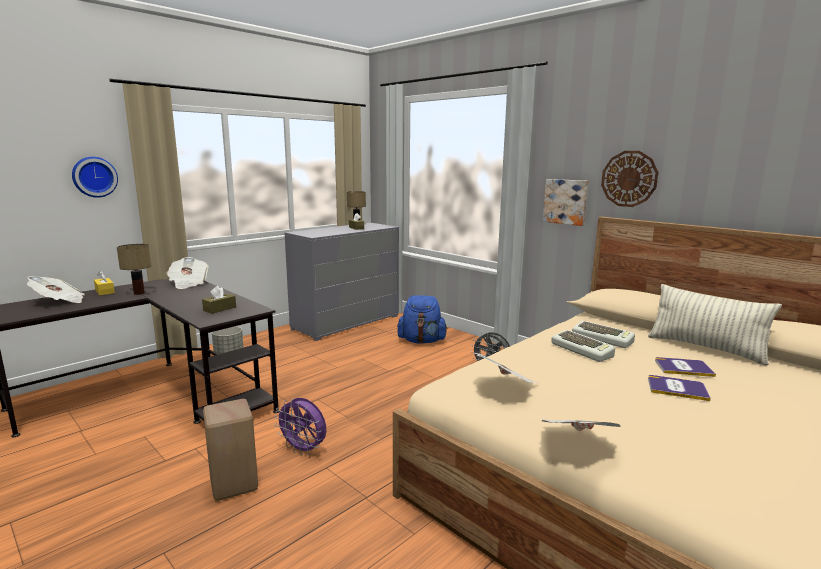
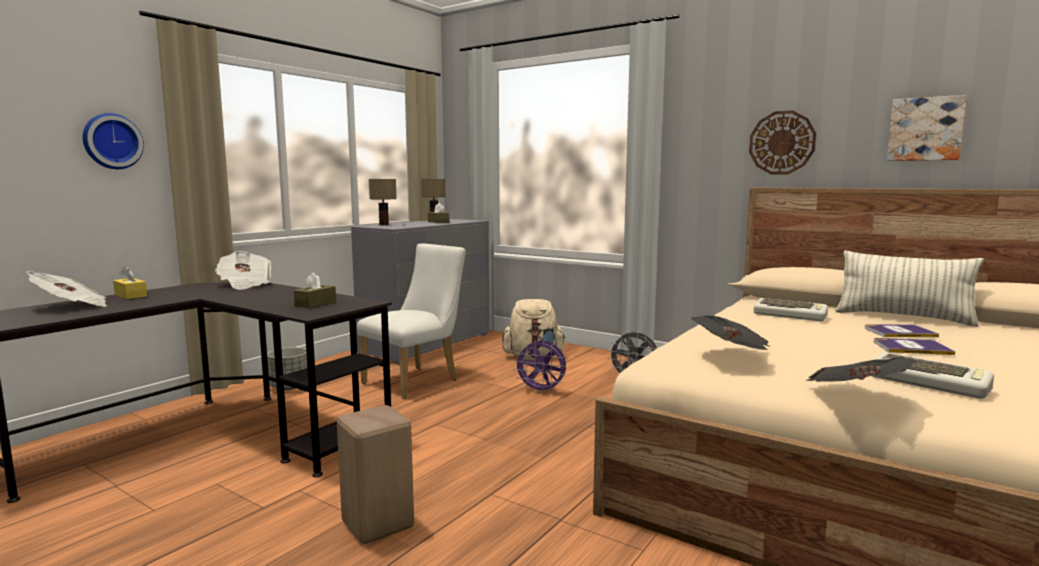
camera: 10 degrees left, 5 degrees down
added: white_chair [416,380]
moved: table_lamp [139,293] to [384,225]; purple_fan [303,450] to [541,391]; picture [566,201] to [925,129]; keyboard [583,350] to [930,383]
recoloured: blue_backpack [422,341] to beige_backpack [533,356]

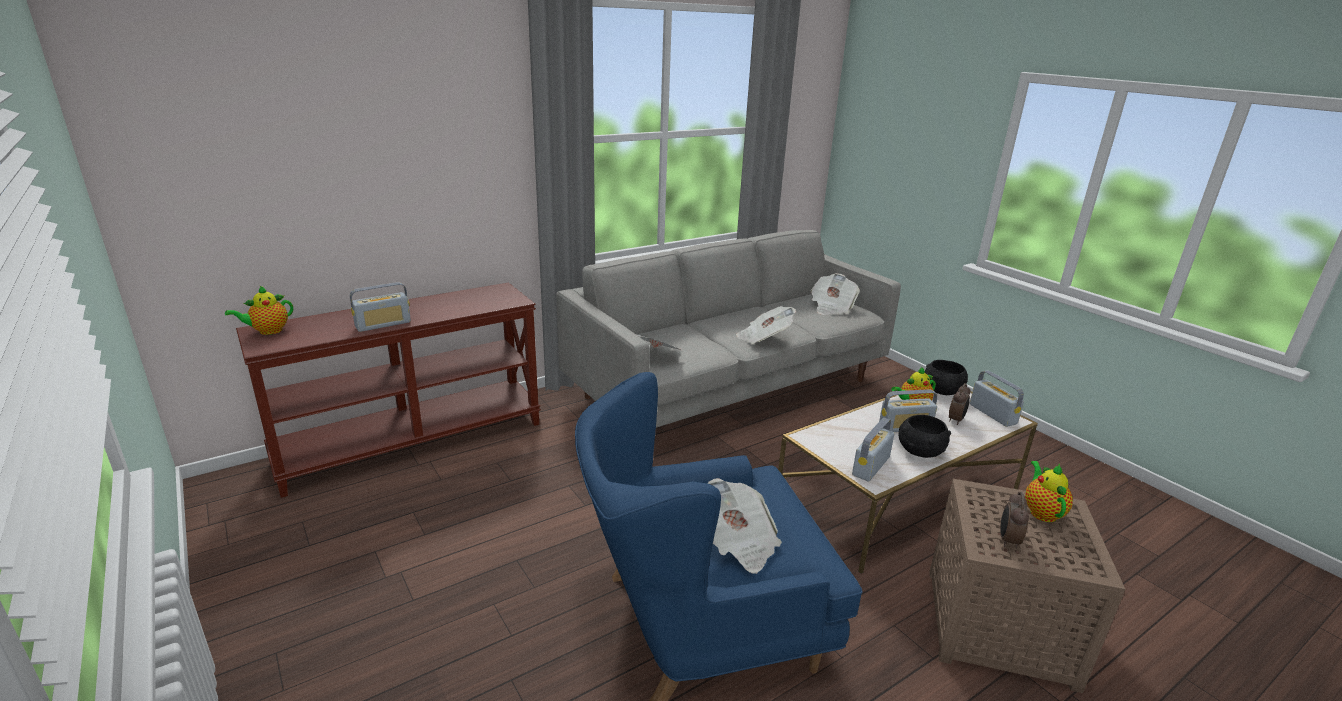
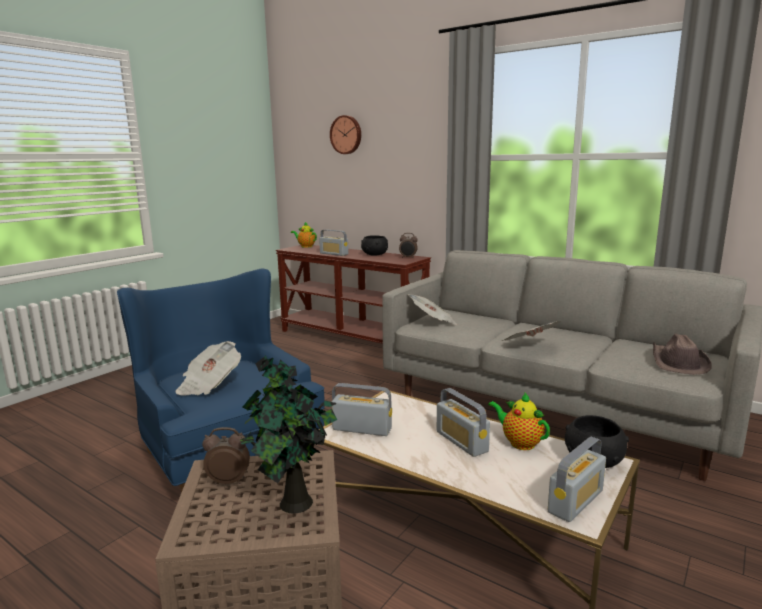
camera: 70 degrees right, 10 degrees down
added: wall_clock [346,135]
moved: black_bowl [919,451] to [374,254]; alarm_clock [956,420] to [408,257]
replaced: newspaper [831,307] to brown_hat [677,362]; teapot [1041,512] to potted_plant [293,504]

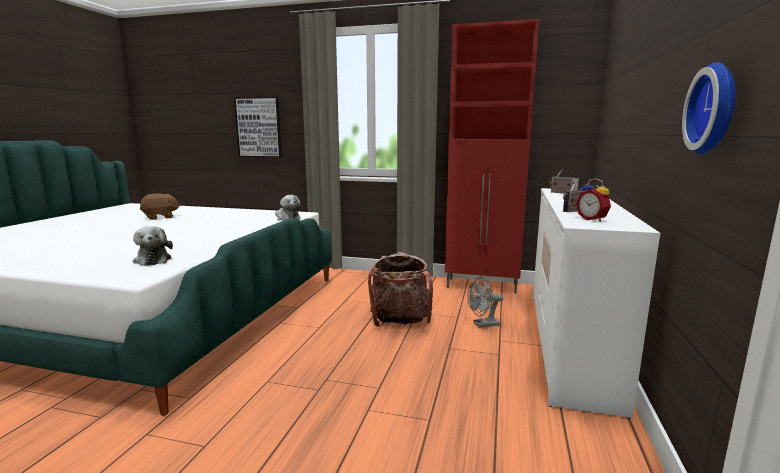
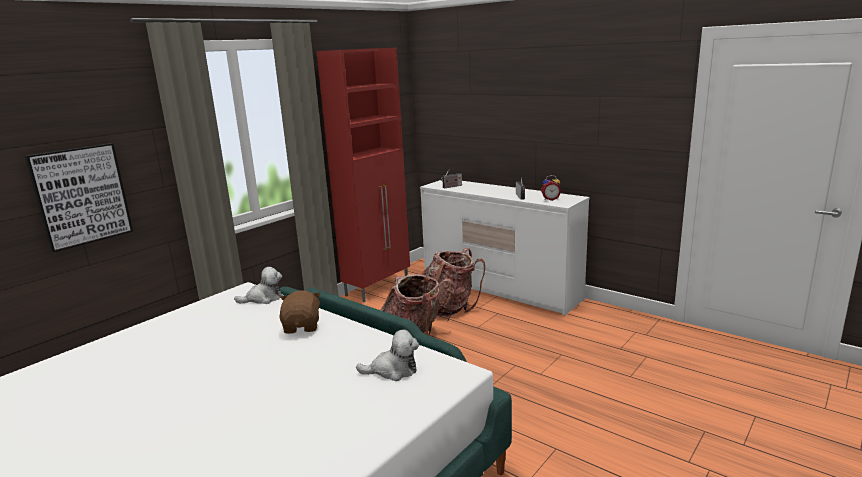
camera: 65 degrees left, 5 degrees up
removed: wall_clock [716,109]
moved: brown_plush_toy [160,217] to [302,326]
replaced: grey_fan [482,325] to backpack [450,306]

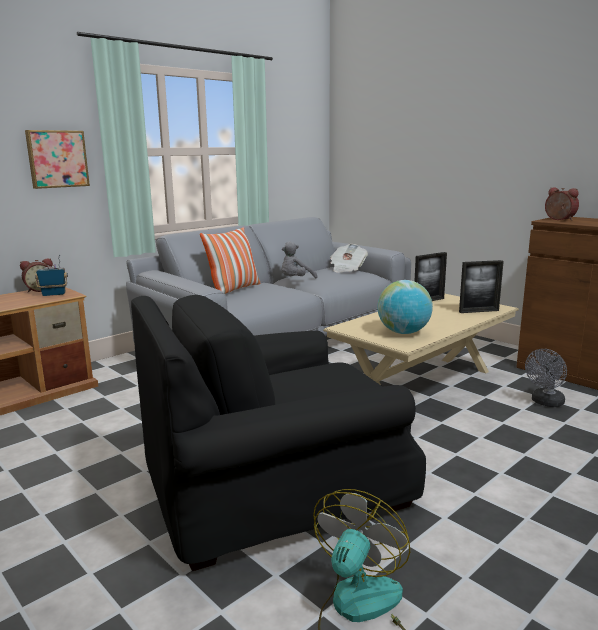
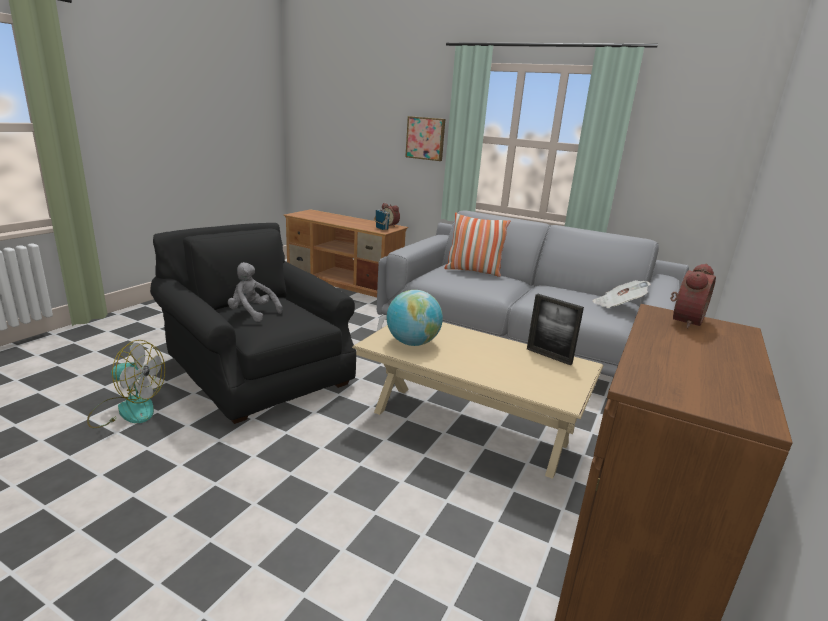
camera: 70 degrees right, 5 degrees up
removed: picture_frame [479,311]; grey_fan [545,403]
moved: grey_plush_toy [296,280] to [252,313]

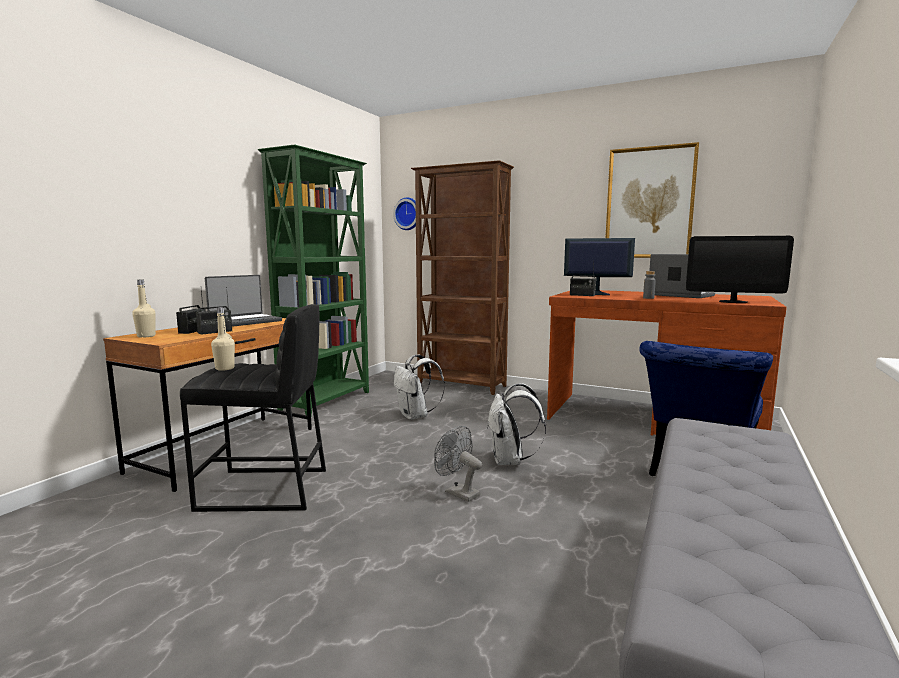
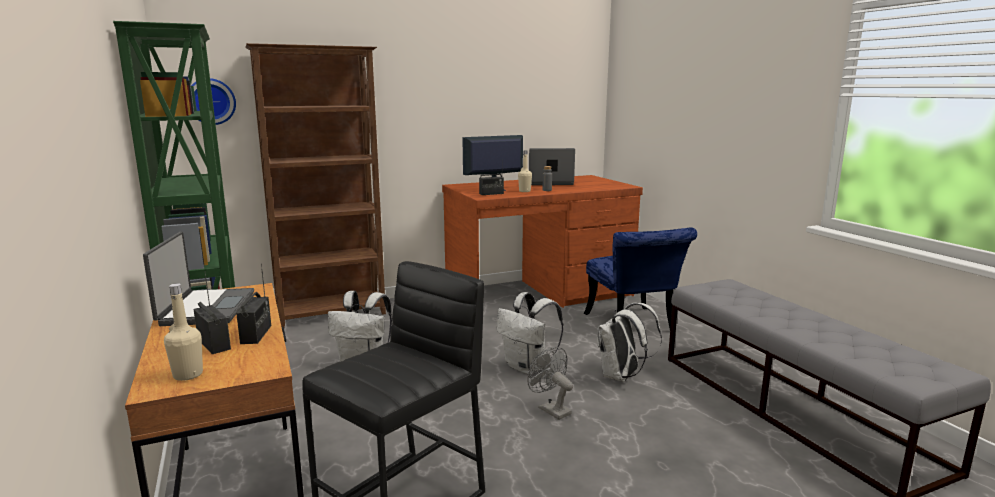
camera: 50 degrees left, 5 degrees up
removed: picture [649,203]; monitor [733,302]
added: white_backpack [621,377]
moved: beige_bottle [225,368] to [524,191]
turned: grey_fan [457,492] = [550,409] 60 degrees clockwise

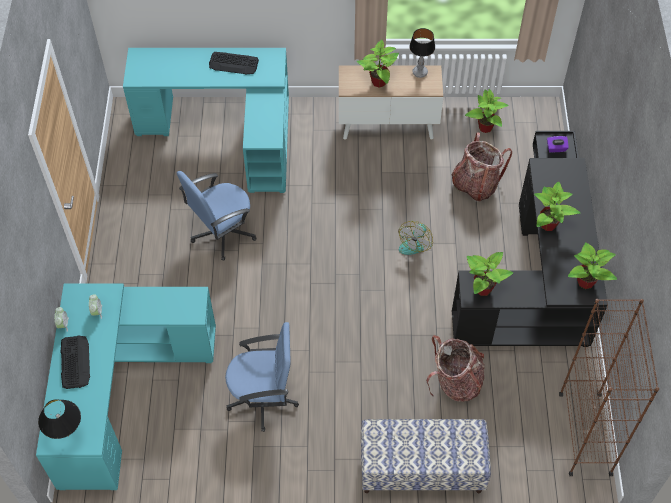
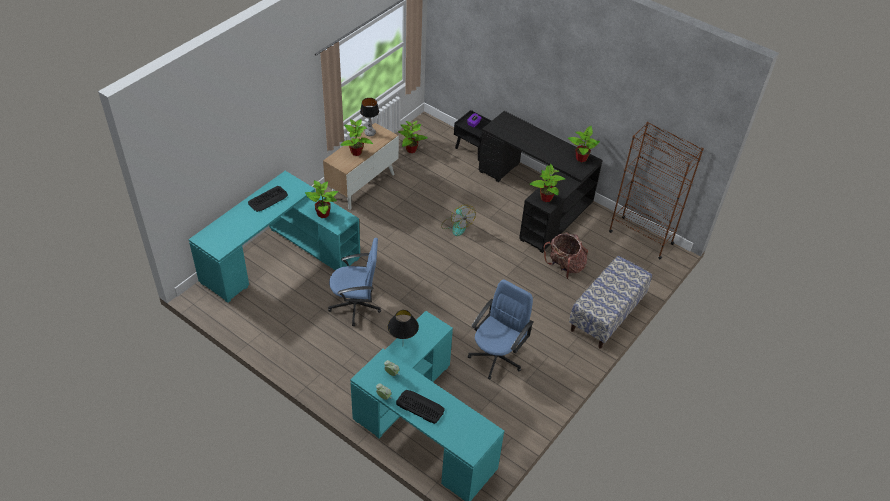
camera: 55 degrees left, 10 degrees down
removed: backpack [475,184]
moved: black_table_lamp [68,436] to [402,346]; potted_plant [548,225] to [323,214]
turned: blue_office_chair [222,233] = [356,305] 90 degrees counterclockwise

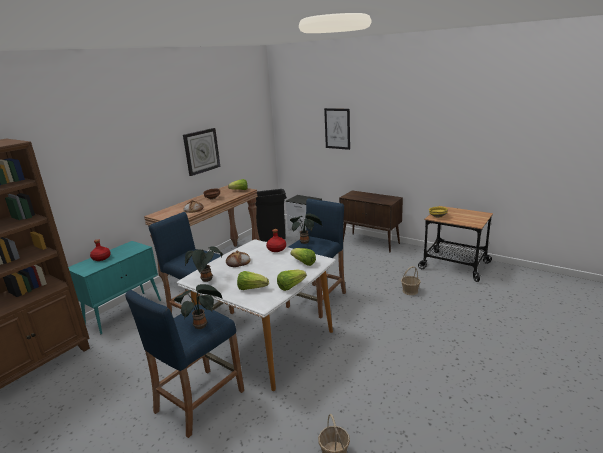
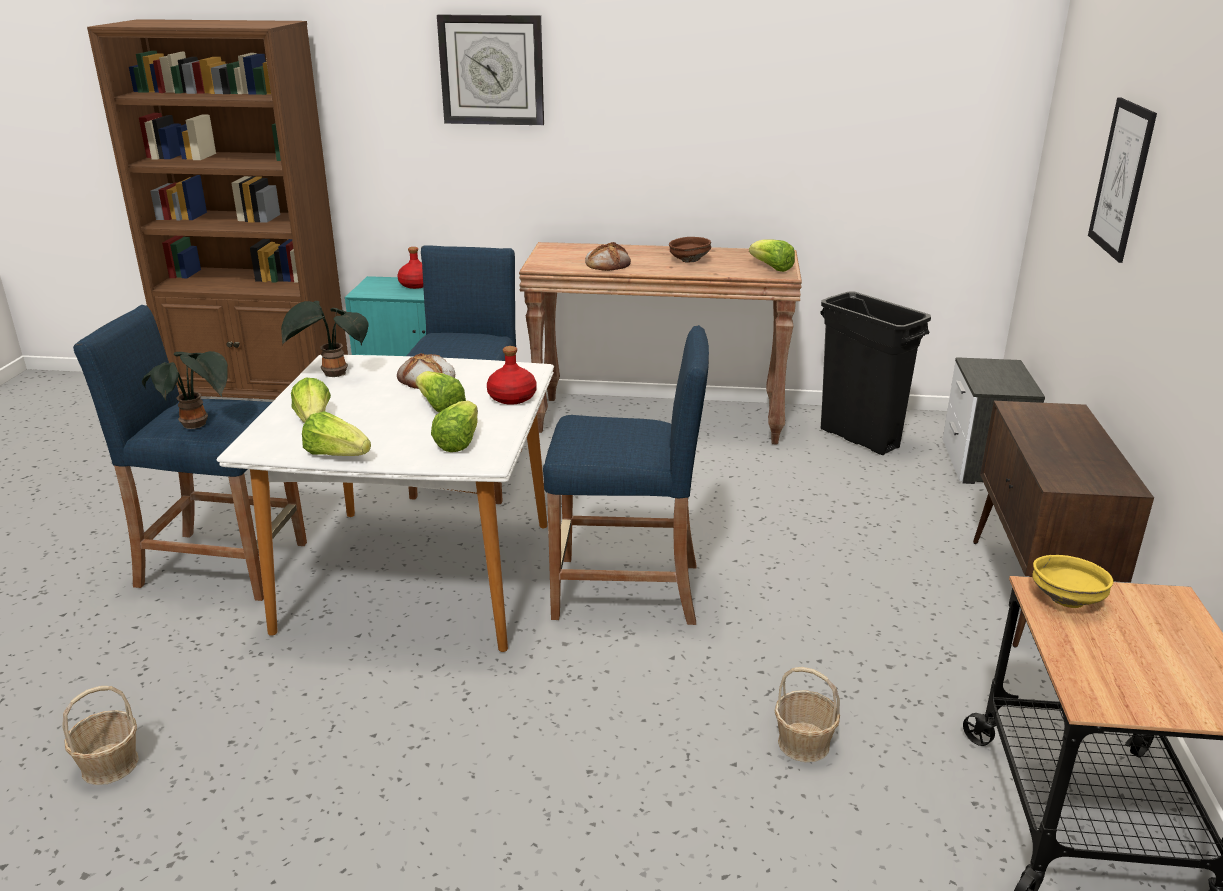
camera: 60 degrees right, 5 degrees up
removed: potted_plant [306,242]
added: lettuce [440,408]
moved: wall_clock [201,151] to [492,70]

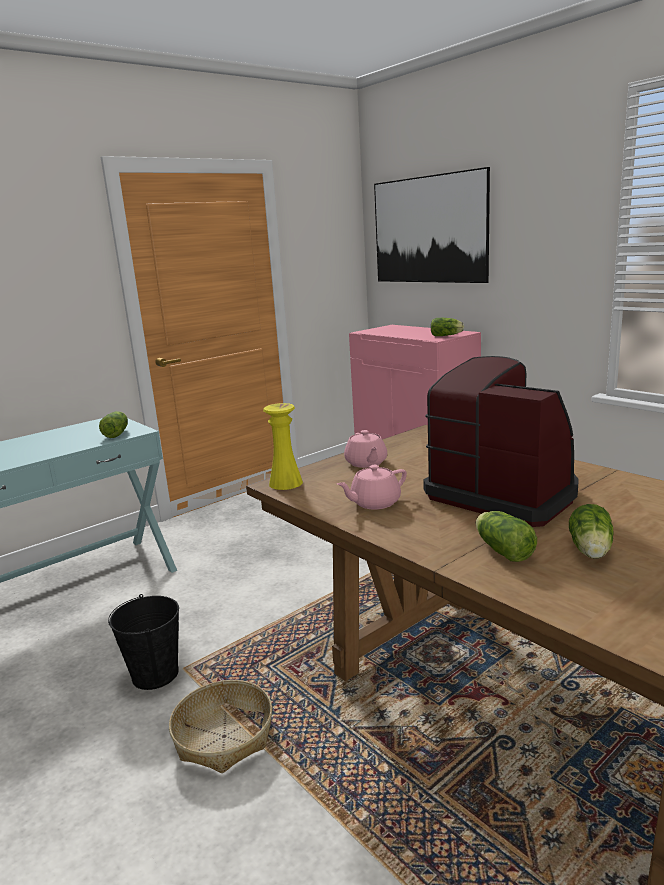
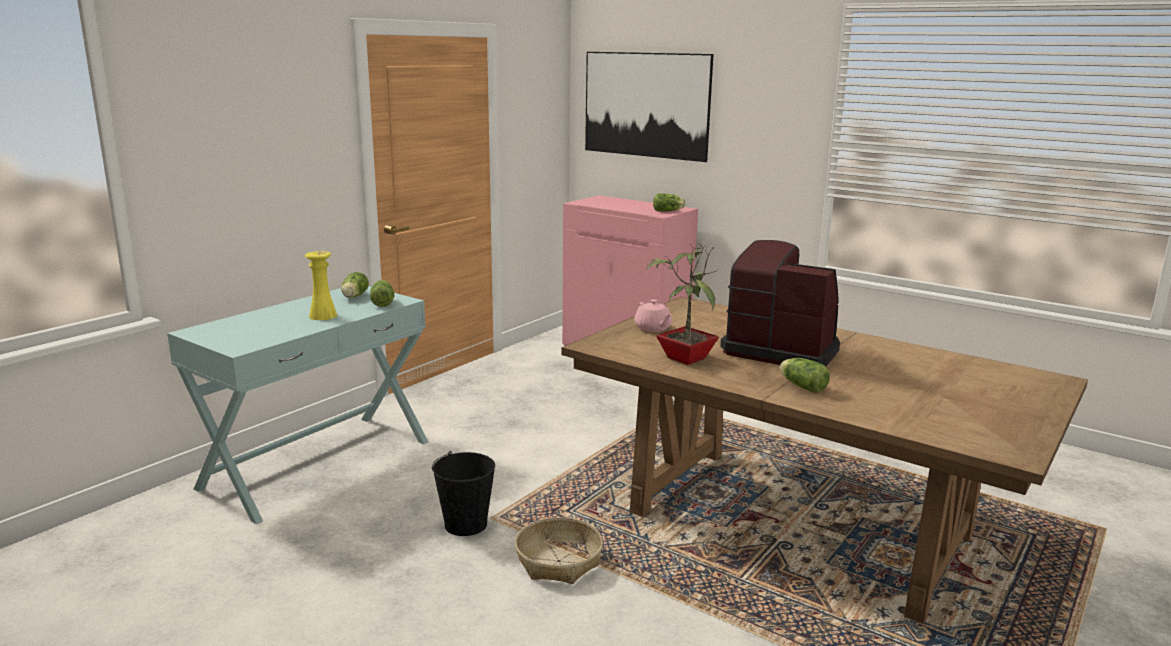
camera: 15 degrees left, 0 degrees up
moved: yellow_vase [285,483] to [323,316]; lettuce [590,551] to [354,297]
replaced: pink_teapot [374,503] to potted_plant [684,358]

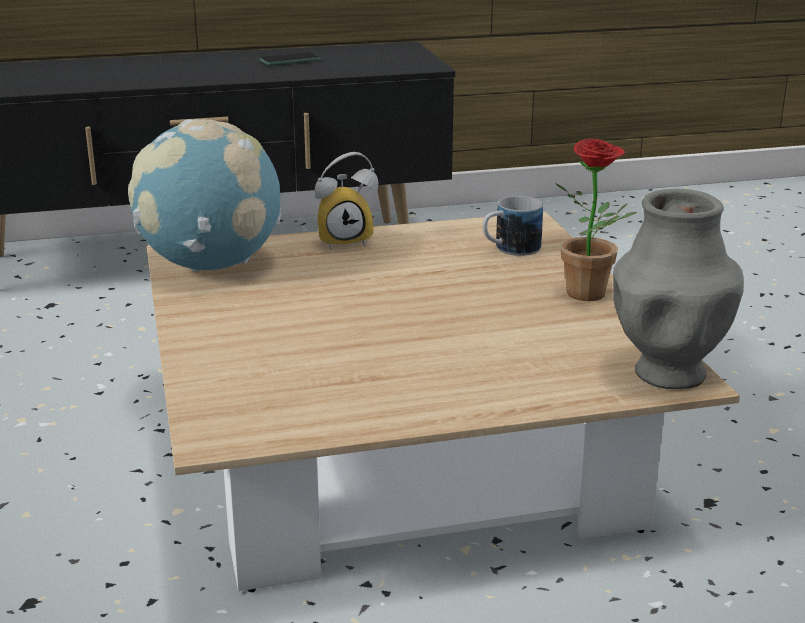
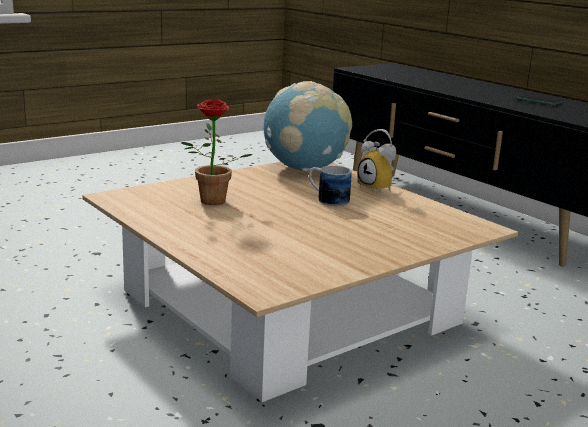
camera: 65 degrees right, 5 degrees down
removed: grey_vase [667,373]
moved: mug [509,250] to [327,199]; potted_plant [593,296] to [210,203]

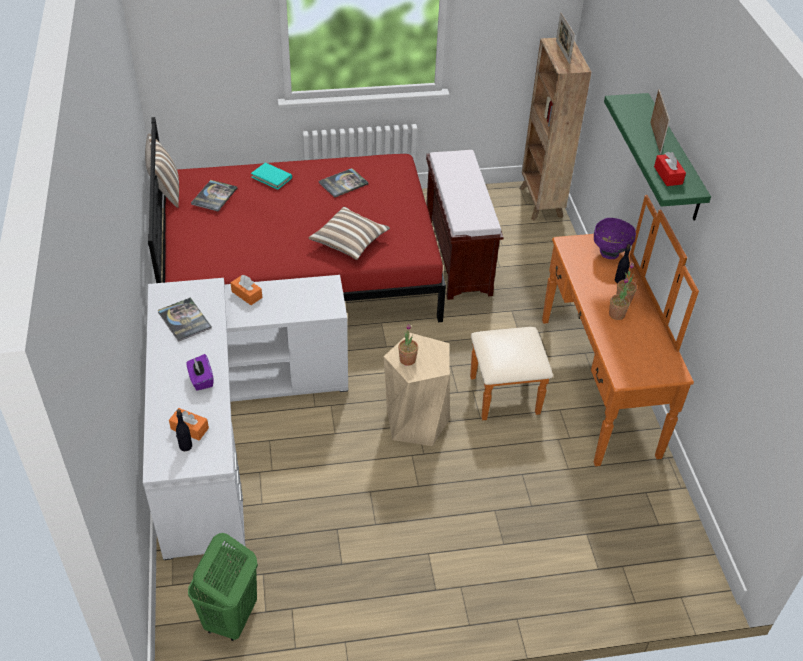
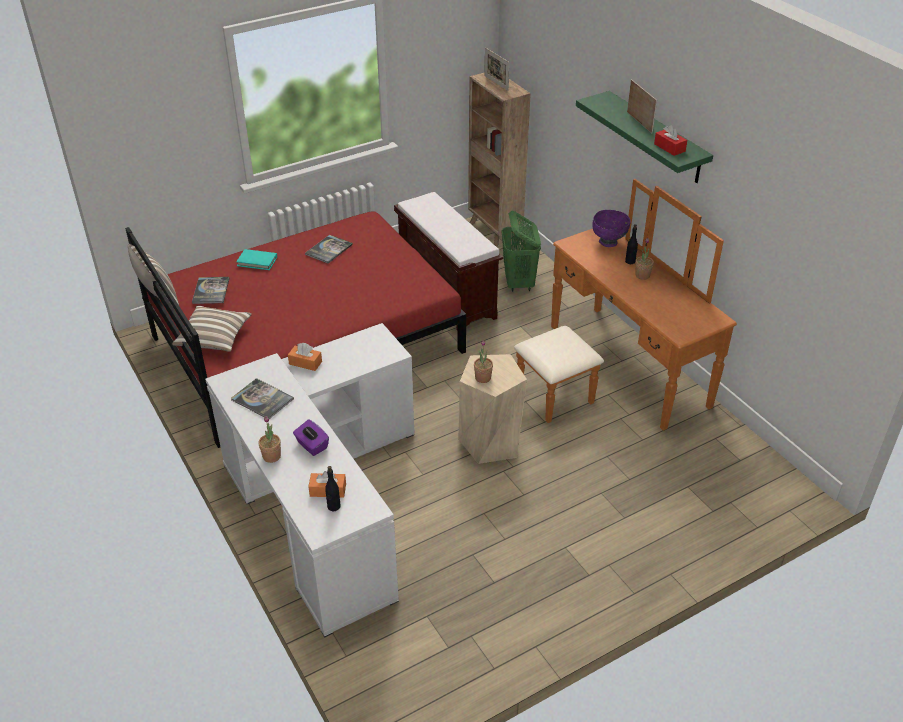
camera: 20 degrees left, 5 degrees down
moved: green_laundry_basket [230,618] to [519,283]; pillow [349,242] to [214,338]; potted_plant [616,314] to [271,456]

